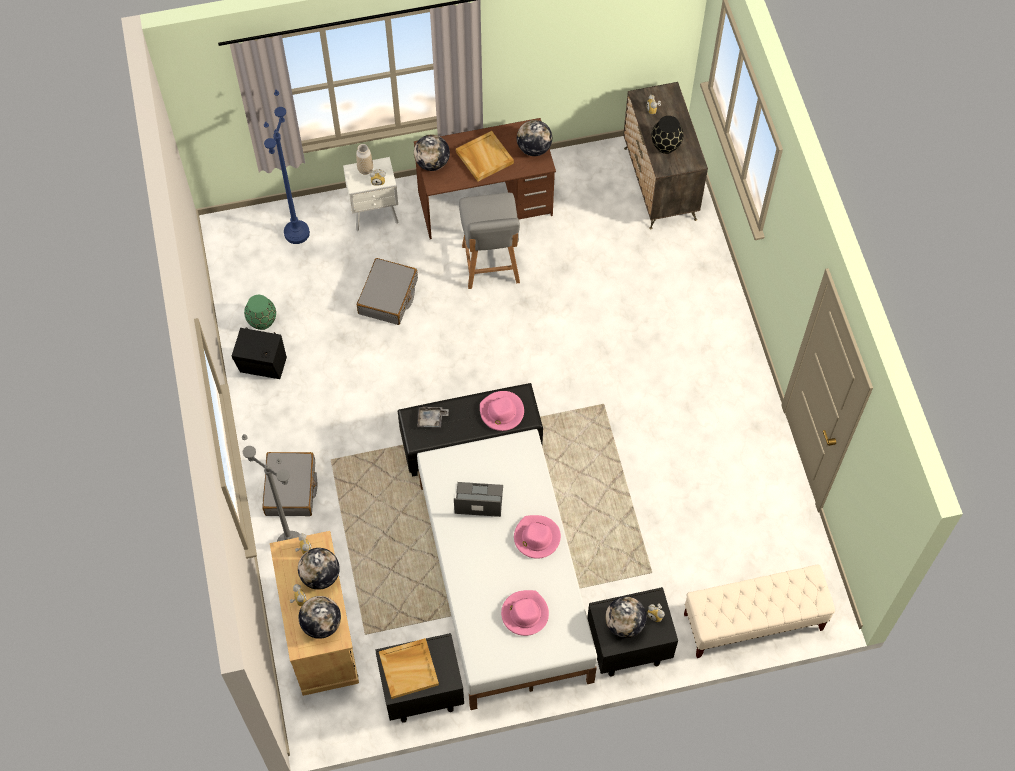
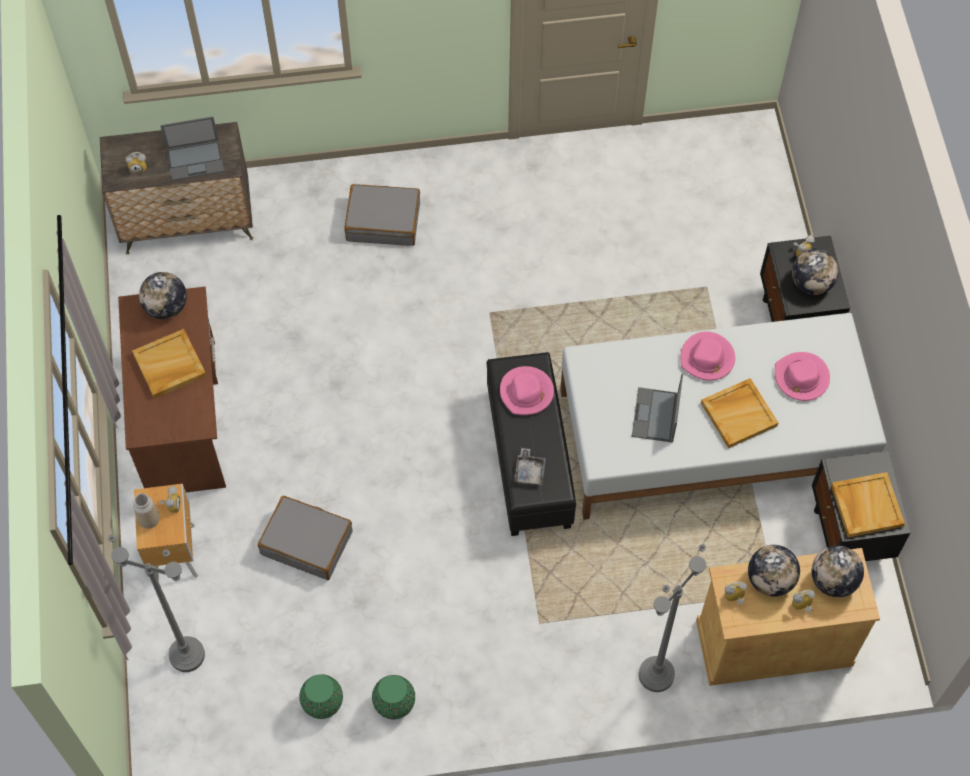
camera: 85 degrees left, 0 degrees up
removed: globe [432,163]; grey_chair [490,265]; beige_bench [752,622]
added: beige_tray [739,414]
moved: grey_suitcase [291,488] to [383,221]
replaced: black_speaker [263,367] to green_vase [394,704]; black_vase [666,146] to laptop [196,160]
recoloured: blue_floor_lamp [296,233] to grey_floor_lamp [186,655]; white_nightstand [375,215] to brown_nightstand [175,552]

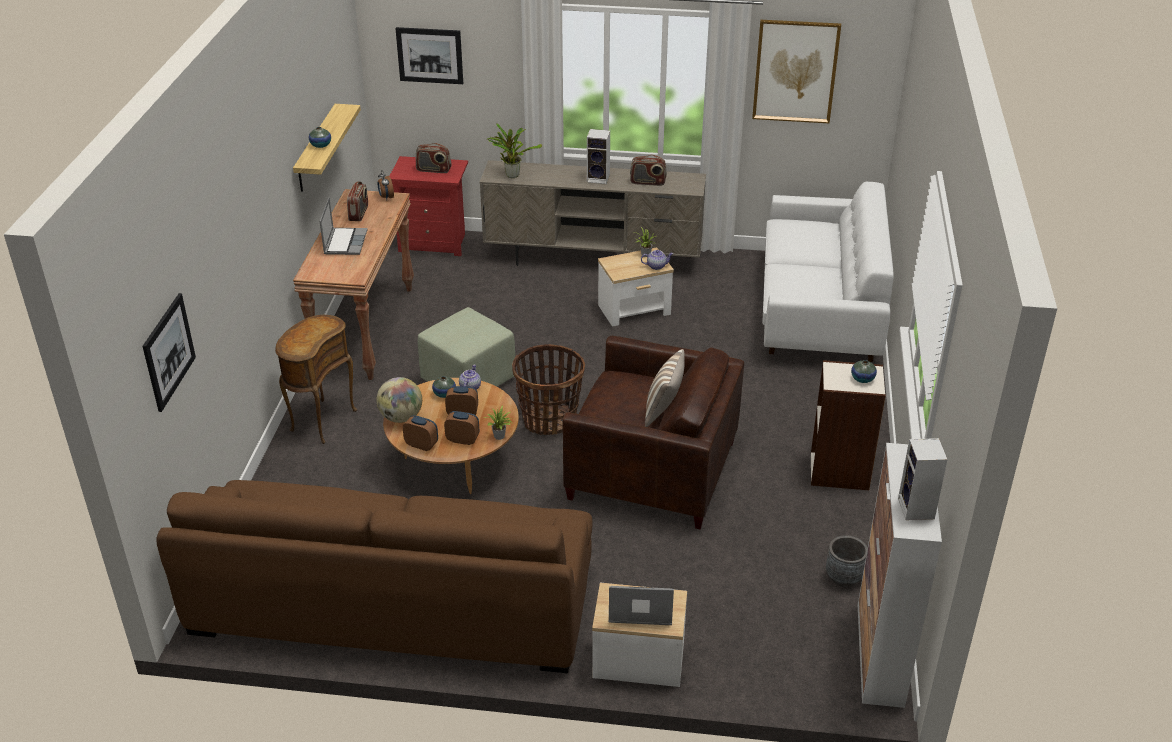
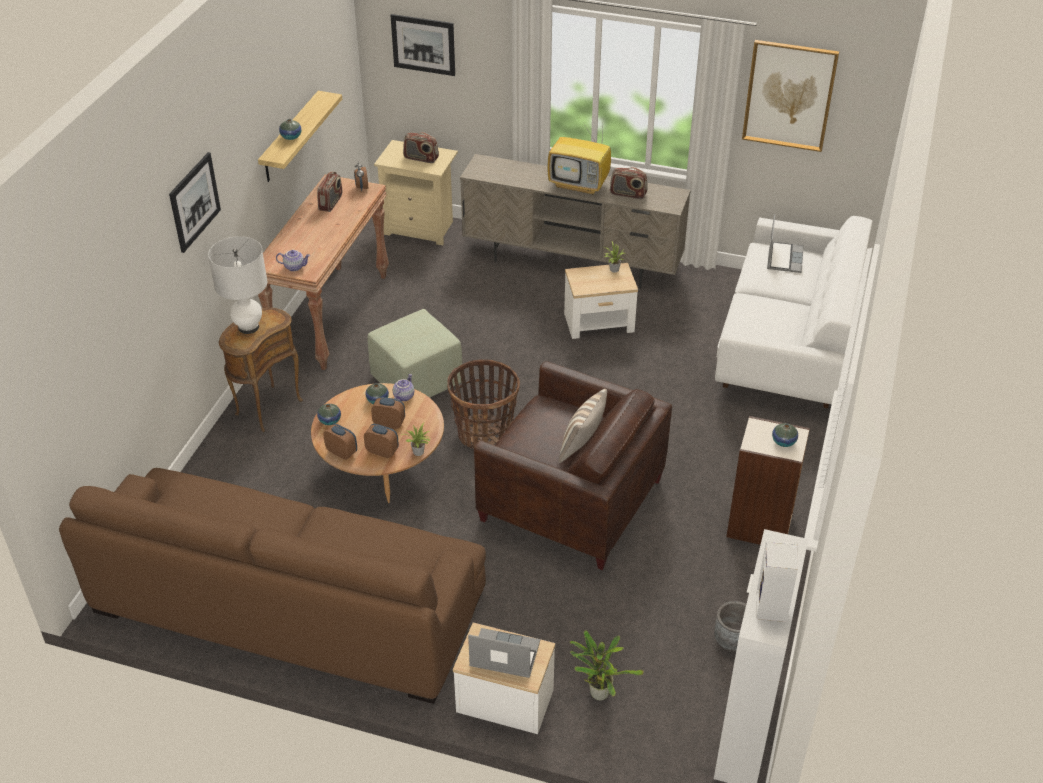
camera: 10 degrees right, 5 degrees up
added: white_table_lamp [248,327]
moved: picture [168,351] to [194,202]; laptop [345,242] to [784,258]; potted_plant [511,174] to [598,691]; teapot [656,266] to [294,267]
replaced: globe [401,417] to vase [330,420]; speaker [599,178] to television [580,185]
recoloured: red_nightstand [435,242] to beige_nightstand [421,228]

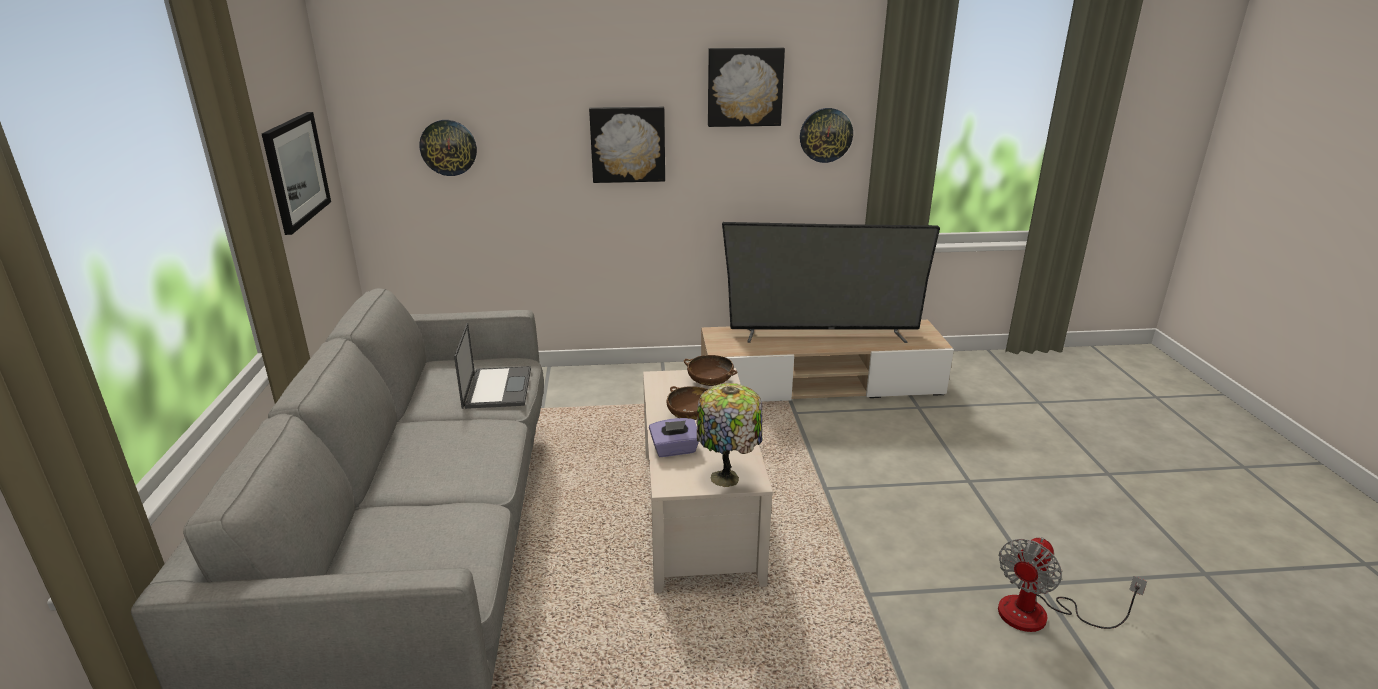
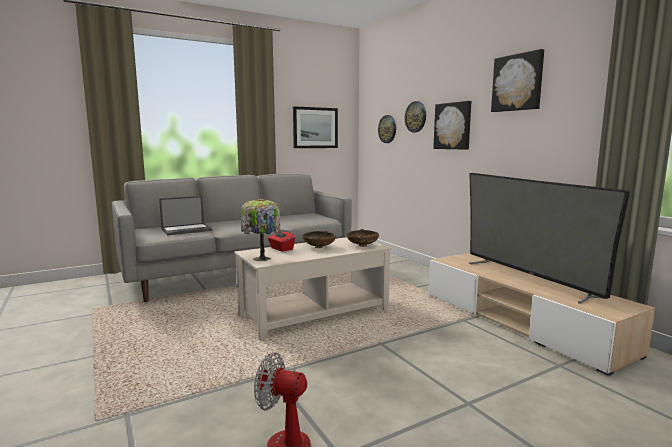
camera: 65 degrees right, 15 degrees down
moved: laptop [497,387] to [187,230]; wall_clock [825,135] to [416,117]
recoloured: purple_tissue_box [674,450] to red_tissue_box [281,249]

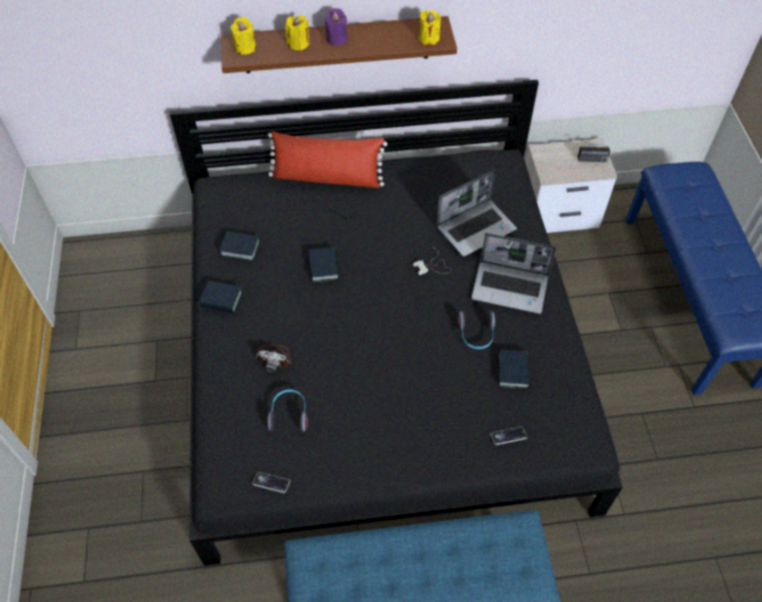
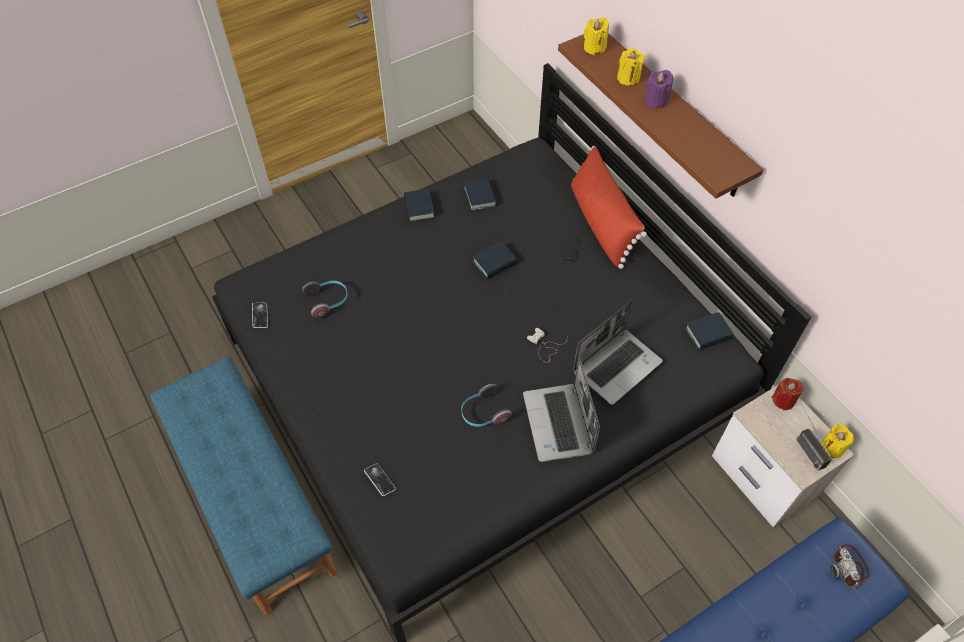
camera: 65 degrees right, 0 degrees up
added: red_candle [783,400]
moved: photo_camera [274,358] to [849,567]; yellow_candle [428,38] to [832,447]; book [513,371] to [708,334]
turned: laptop [476,228] = [617,366] 75 degrees counterclockwise

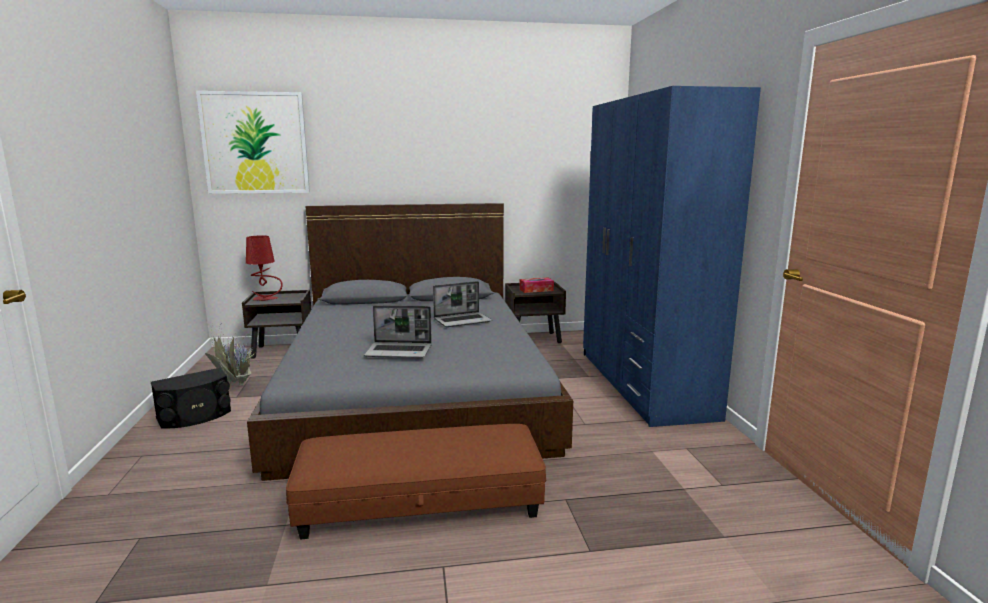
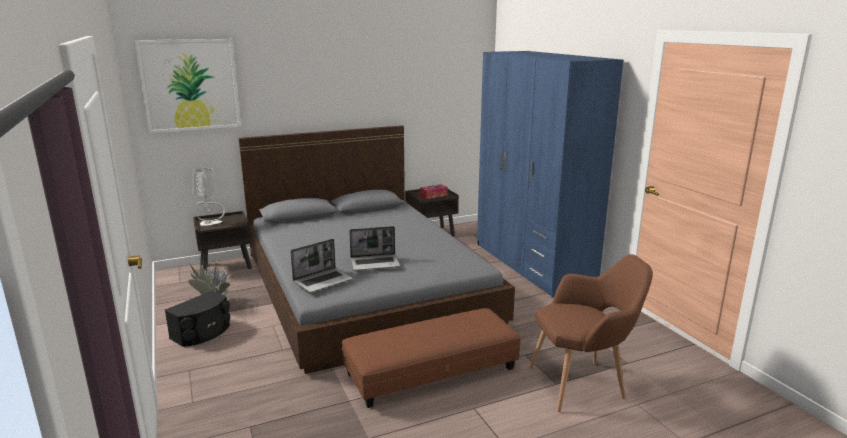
camera: 15 degrees left, 5 degrees up
added: brown_armchair [583,384]
moved: laptop [463,321] to [323,281]
recoloured: red_table_lamp [265,299] to grey_table_lamp [210,223]

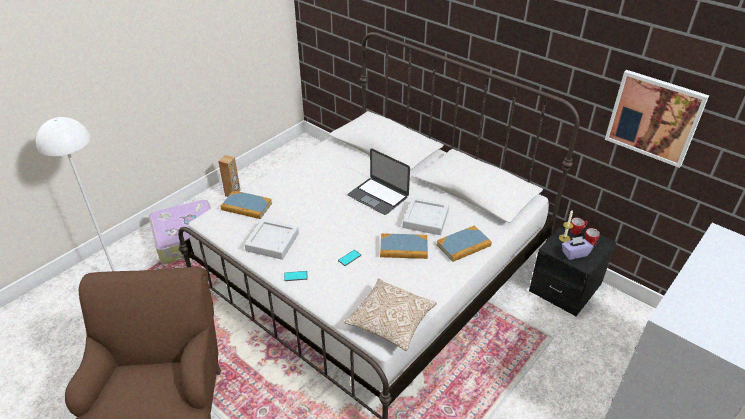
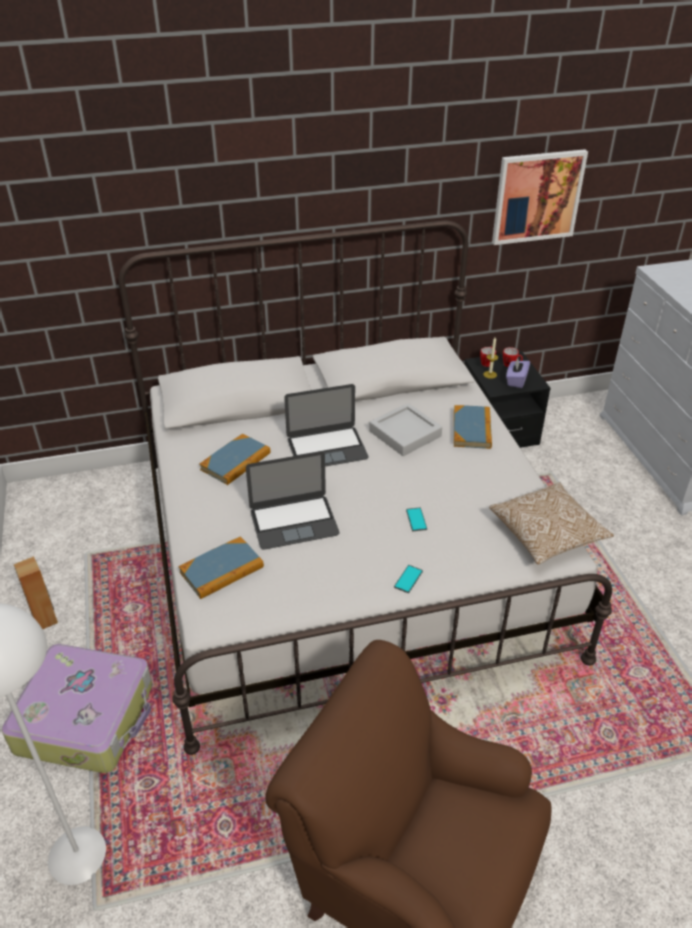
camera: 55 degrees left, 0 degrees up
removed: grey_tray [272,242]
added: laptop [294,522]
moved: book [403,248] to [235,461]

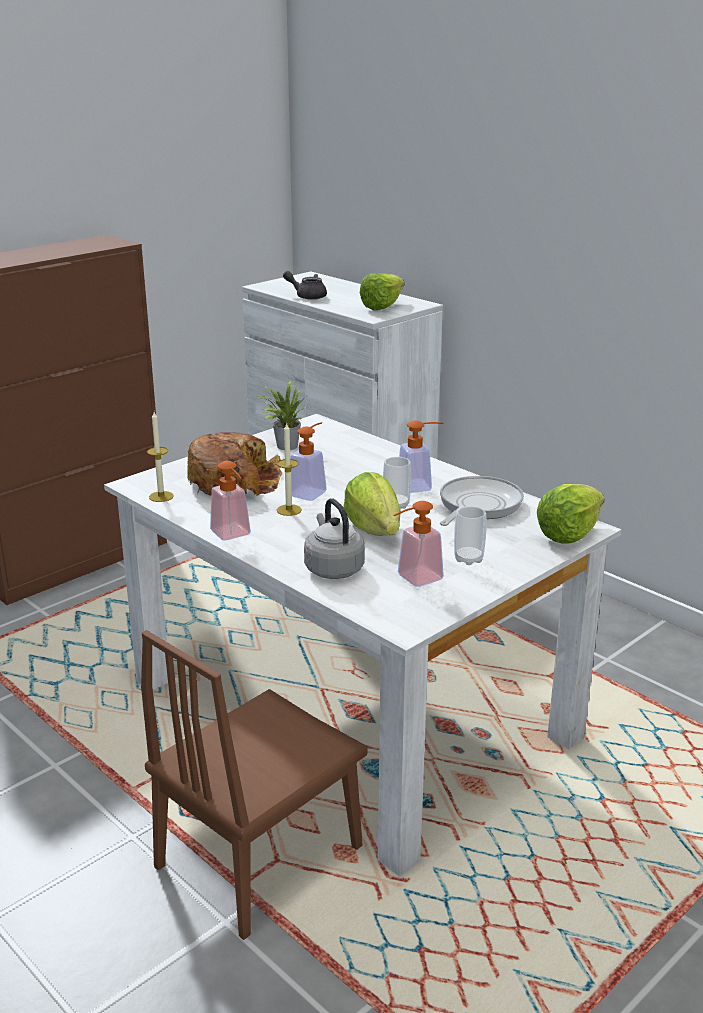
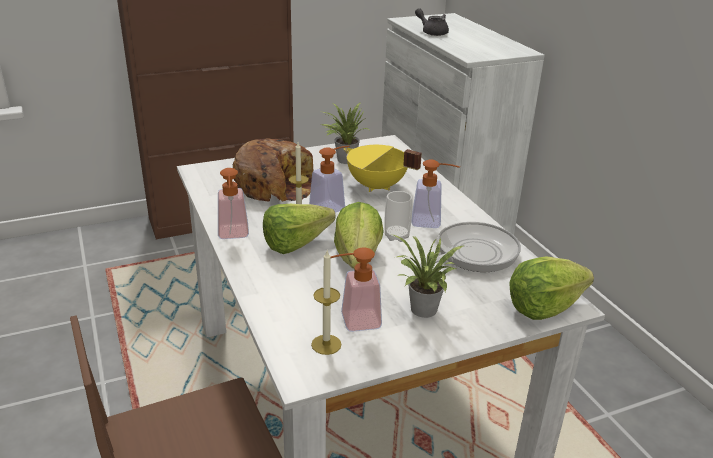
camera: 20 degrees right, 5 degrees up
removed: grey_kettle [333,568]
added: yellow_cooking_pot [376,186]
moved: candle [161,496] to [326,344]; lettuce [386,306] to [302,243]
replaced: cup [468,559] to potted_plant [422,311]

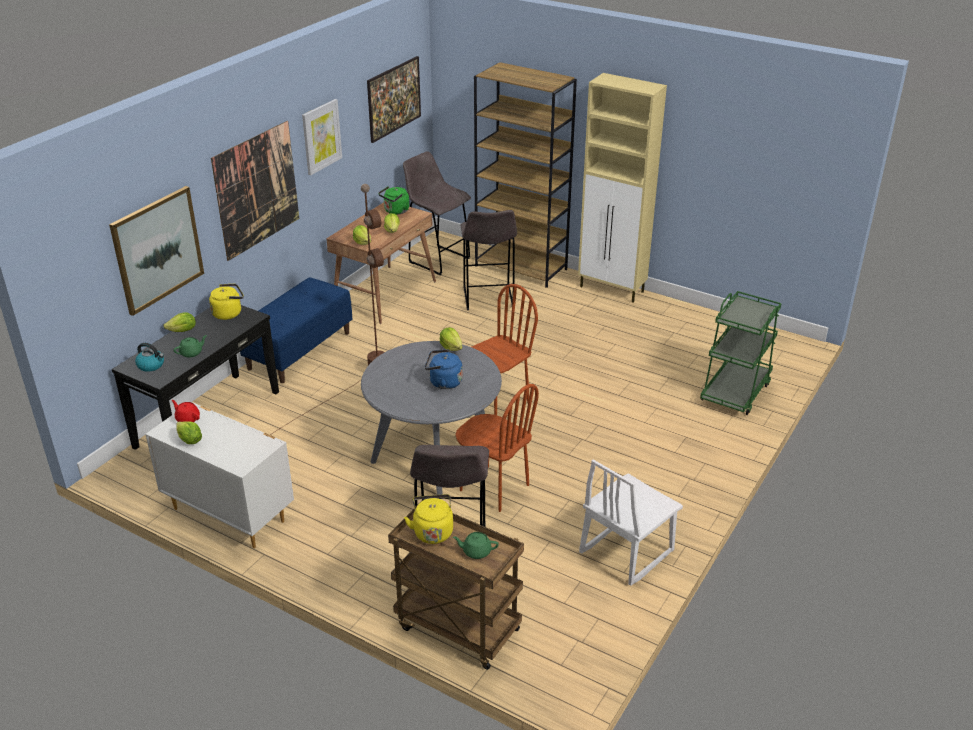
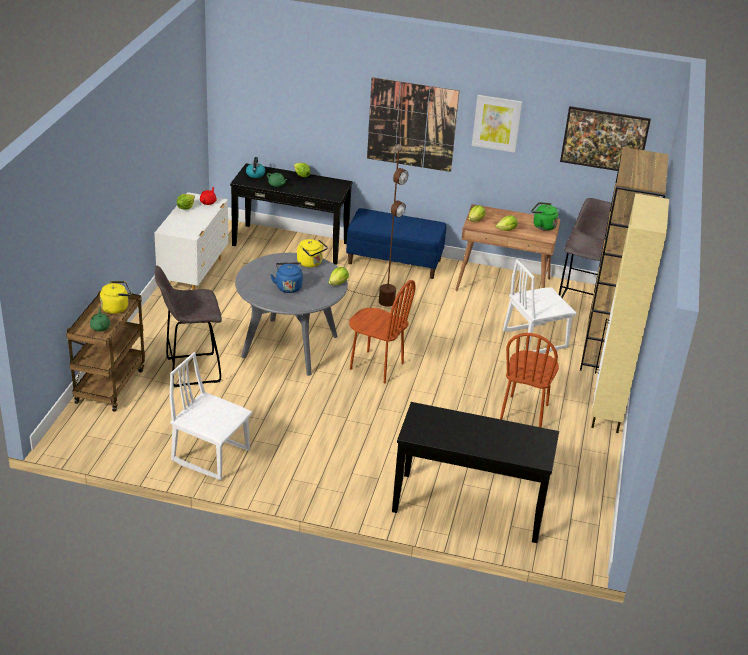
camera: 70 degrees right, 0 degrees up
removed: picture [157,249]
moved: yellow_kettle [229,313] to [311,263]; brown_chair [494,488] to [524,412]
replaced: grey_stool [488,299] to white_chair [534,339]; green_cart [735,392] to black_console_table [468,507]

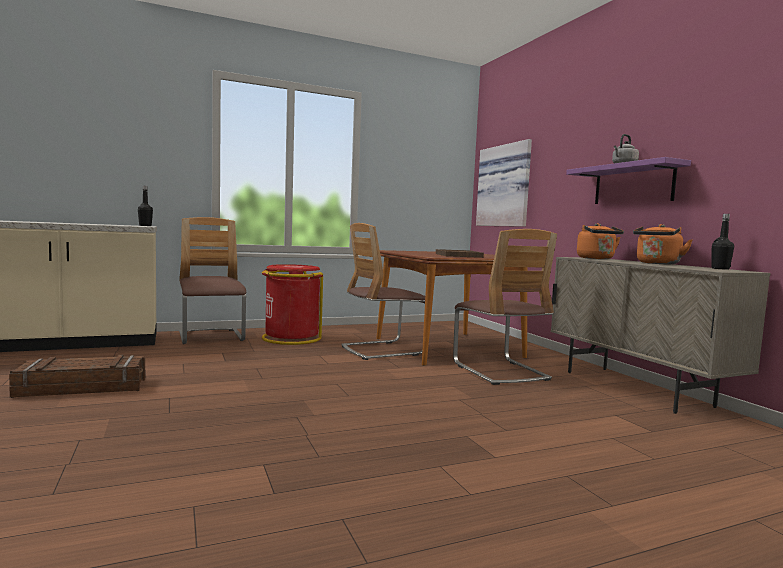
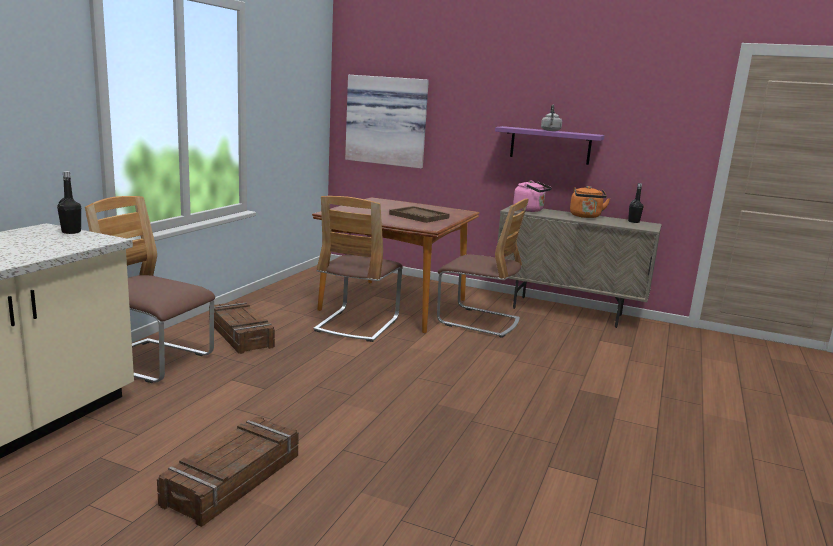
camera: 45 degrees left, 10 degrees up
replaced: red_trash_can [291,338] to crate [241,335]
recoloured: orange_kettle [597,258] to pink_kettle [530,210]

